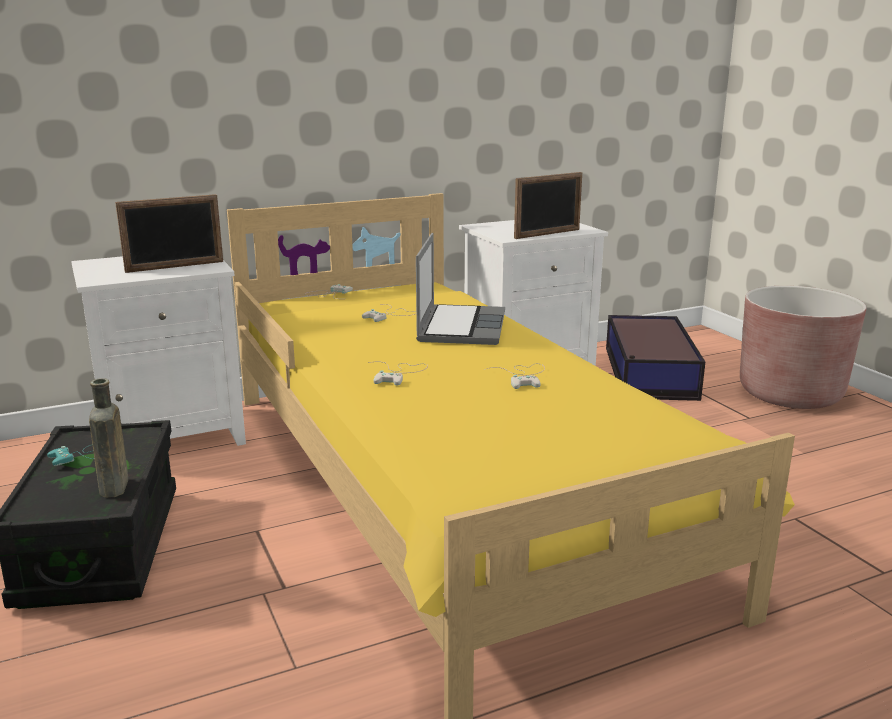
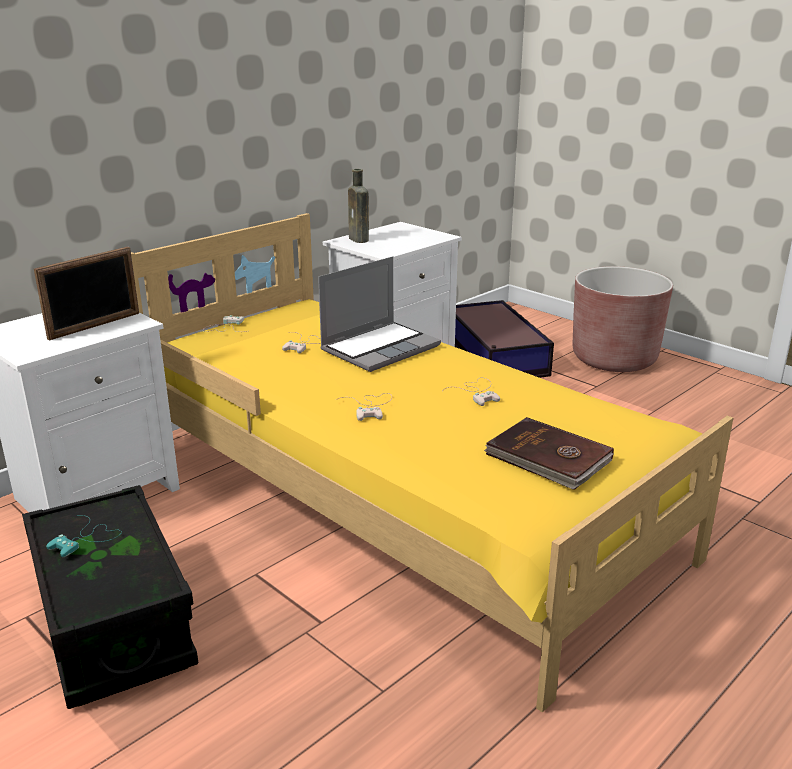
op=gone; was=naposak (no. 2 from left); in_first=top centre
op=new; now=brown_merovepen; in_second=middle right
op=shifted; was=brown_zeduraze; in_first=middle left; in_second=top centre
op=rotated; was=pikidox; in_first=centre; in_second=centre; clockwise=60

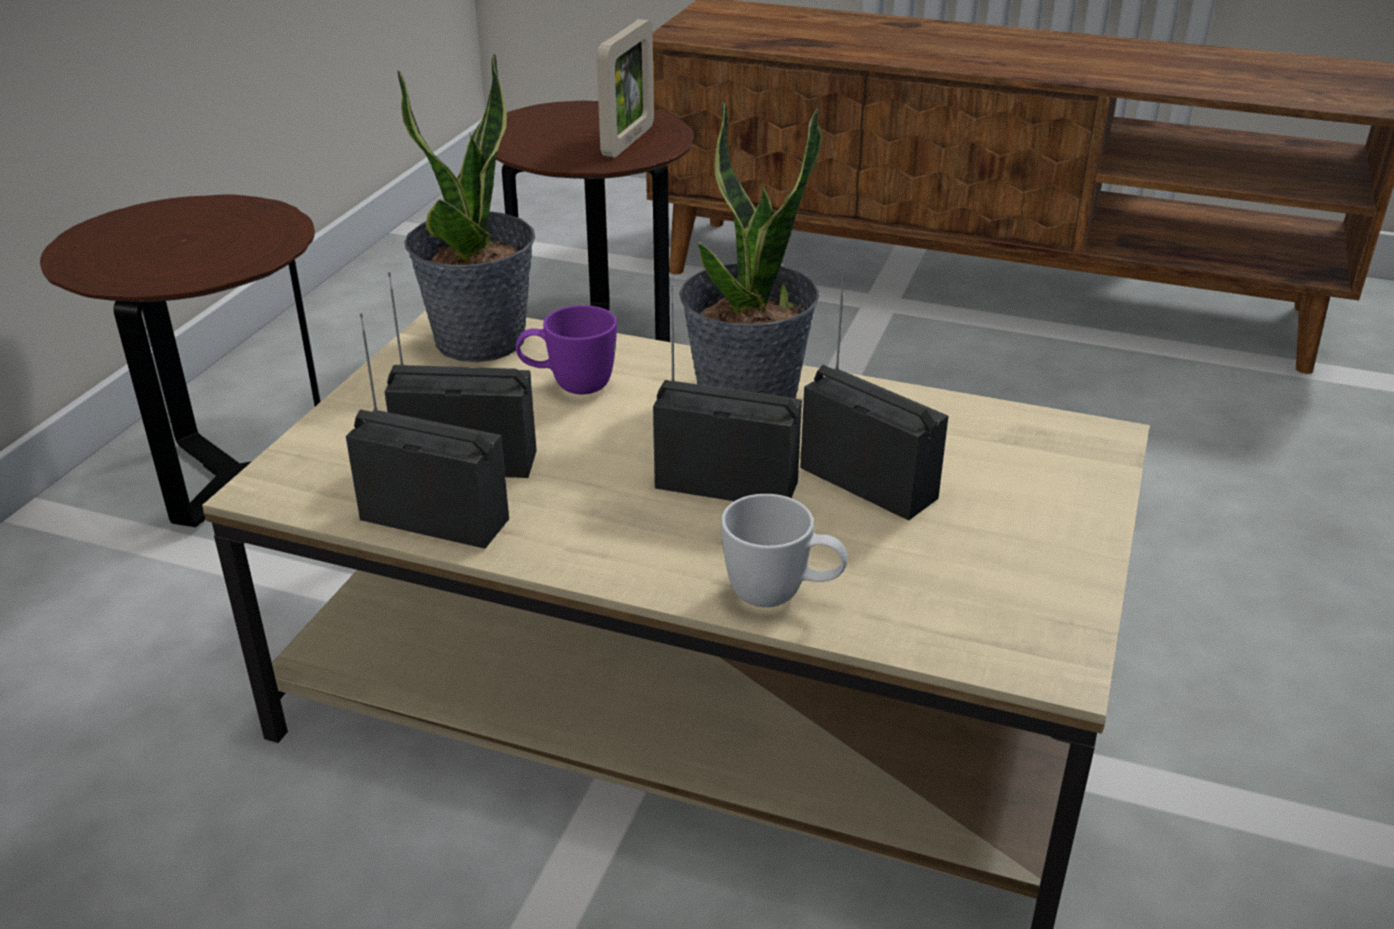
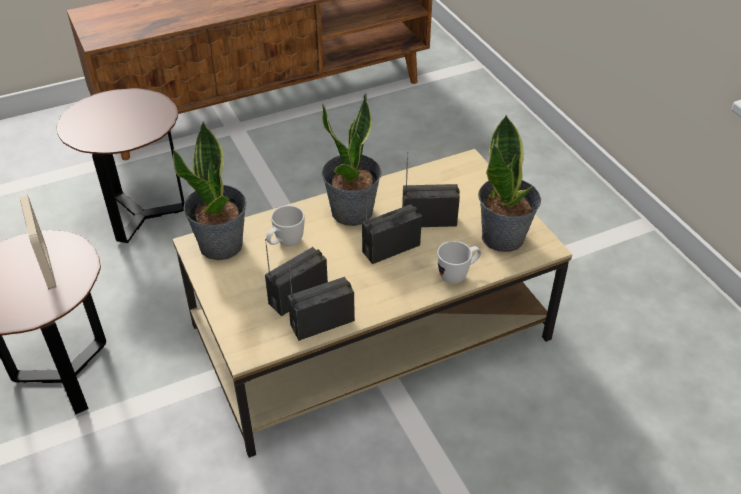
op=new; now=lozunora (no. 3 from left); in_second=middle right
op=shifted; was=naposak; in_first=top centre; in_second=middle left
op=repainted; was=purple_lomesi; now=white_lomesi (no. 1 from left); in_first=centre; in_second=centre

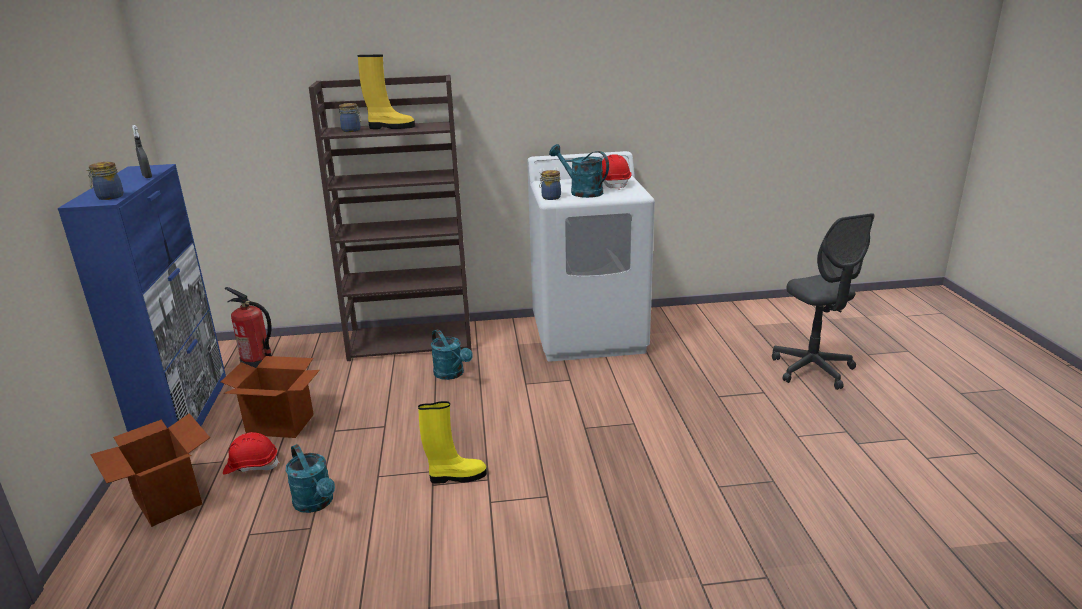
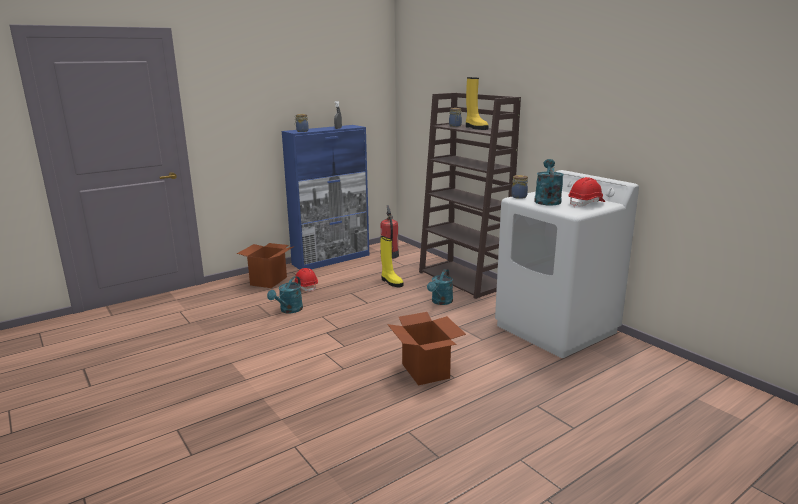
op=gone; was=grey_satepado; in_first=middle right
op=shifted; was=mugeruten (no. 2 from left); in_first=middle left; in_second=bottom centre
op=shifted; was=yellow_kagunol (no. 2 from left in the first image); now=yellow_kagunol (no. 1 from left); in_first=bottom centre; in_second=centre

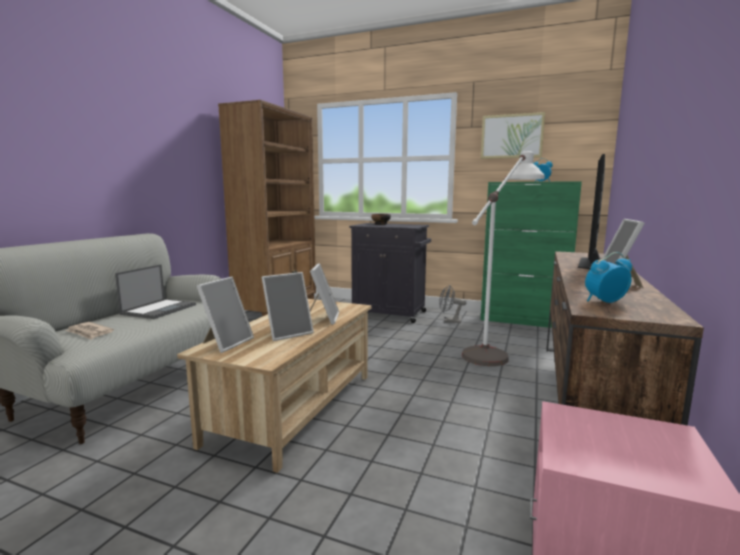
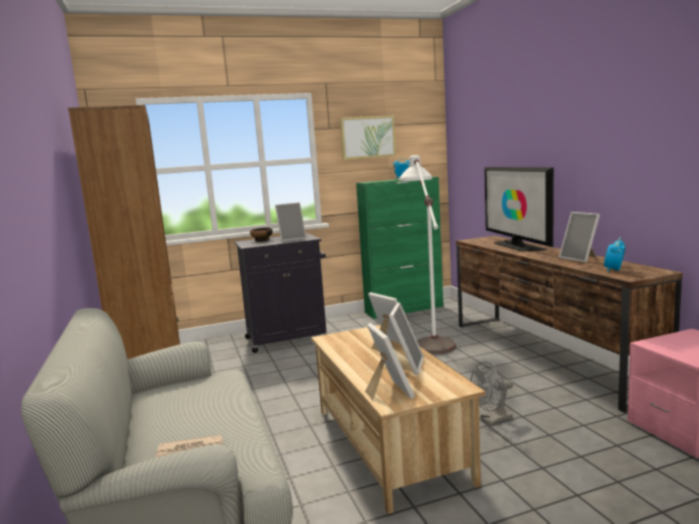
op=gone; was=pikidox; in_first=middle left
op=new; now=naposak (no. 1 from left); in_second=centre
op=shifted; was=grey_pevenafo; in_first=centre; in_second=bottom right

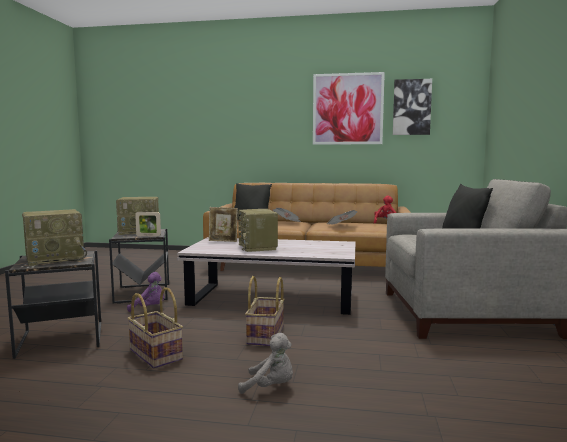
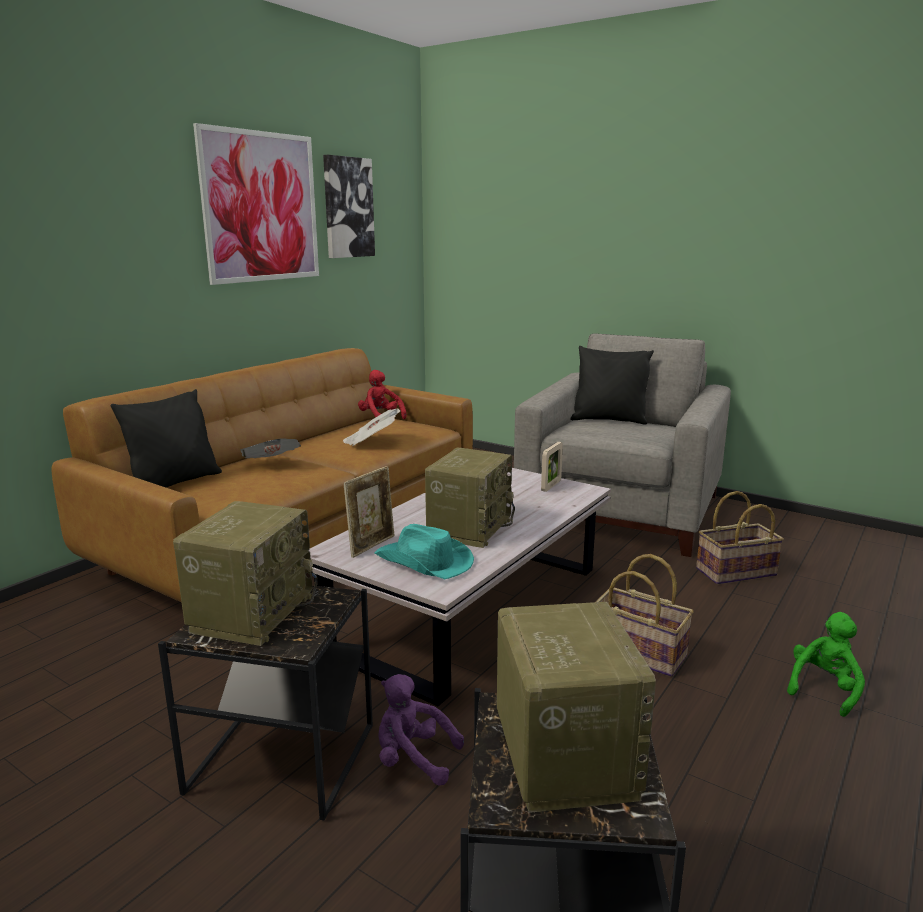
op=new; now=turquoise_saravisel; in_second=centre
op=shifted; was=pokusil (no. 1 from left in the first image); now=pokusil (no. 2 from left); in_first=bottom left; in_second=middle right
op=shifted; was=naposak (no. 1 from left in the first image); now=naposak (no. 2 from left); in_first=middle left; in_second=centre
op=repainted; was=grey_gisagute; now=green_gisagute; in_first=bottom centre; in_second=bottom right
op=rotated; was=purple_gisagute; in_first=middle left; in_second=bottom centre; clockwise=-105
op=rotated; was=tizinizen (no. 3 from left in the first image); in_first=centre; in_second=centre; clockwise=-75

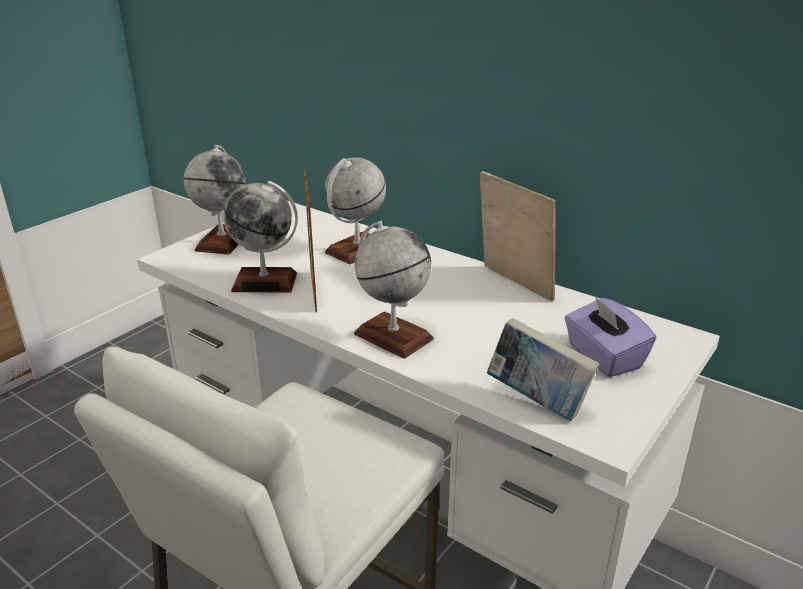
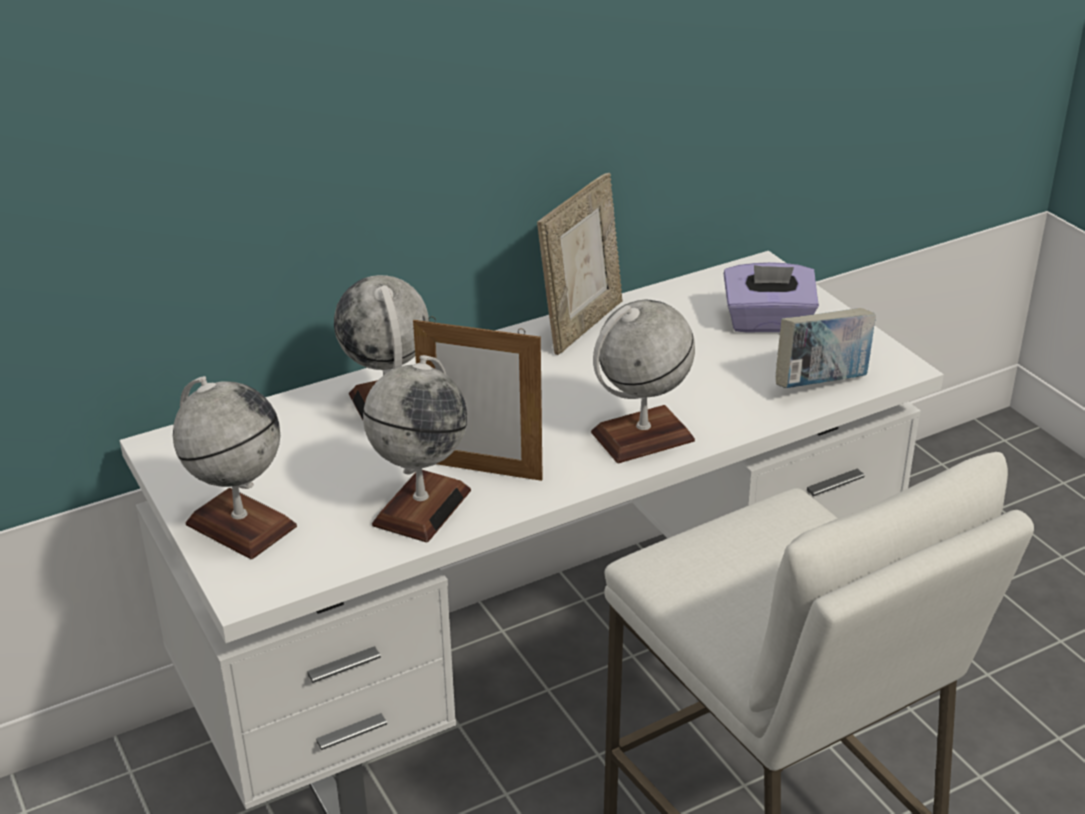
op=rotated; was=naposak (no. 2 from left); in_first=centre; in_second=top centre; clockwise=135

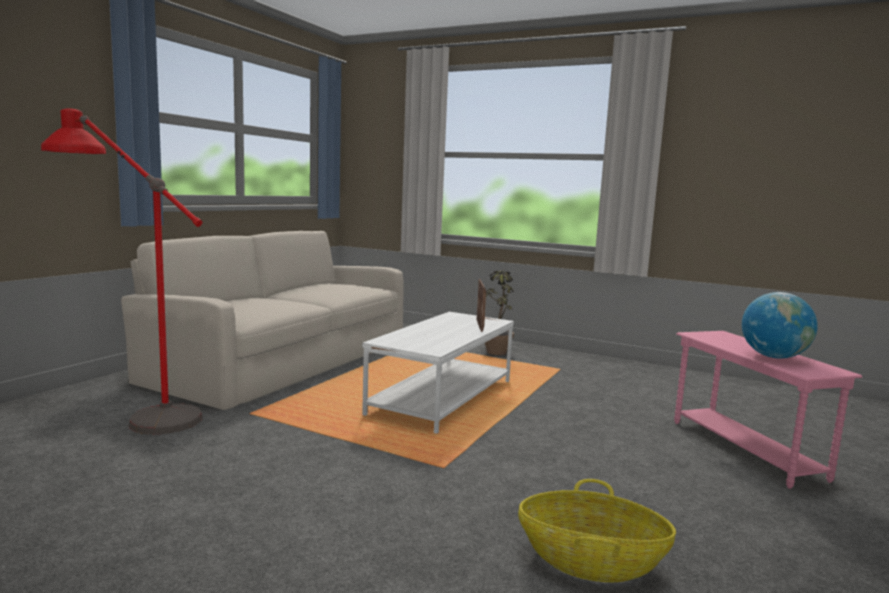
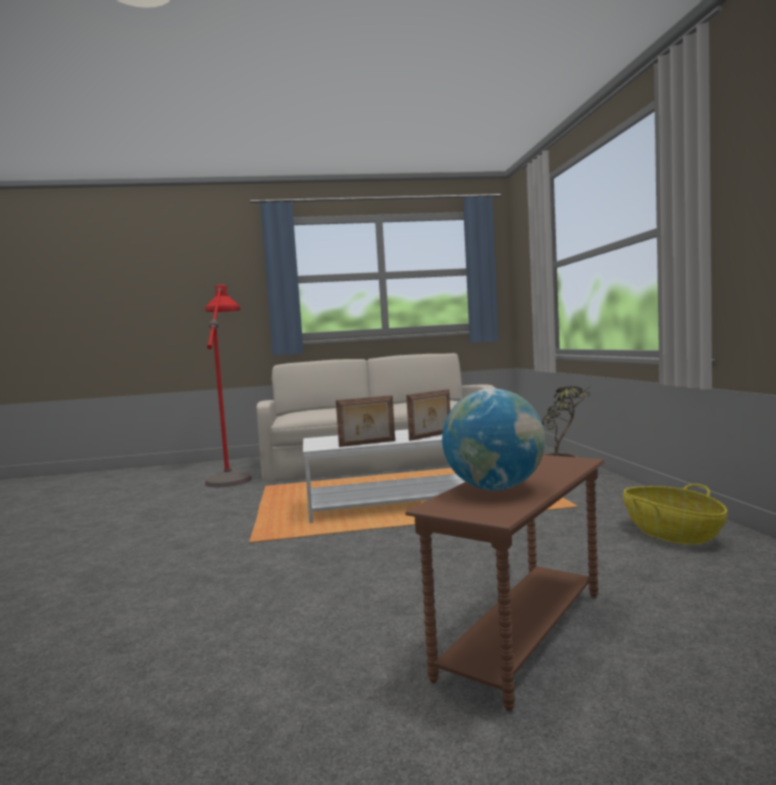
op=new; now=naposak (no. 1 from left); in_second=centre
op=shifted; was=pokusil; in_first=bottom right; in_second=middle right
op=repainted; was=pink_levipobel; now=brown_levipobel; in_first=bottom right; in_second=bottom centre

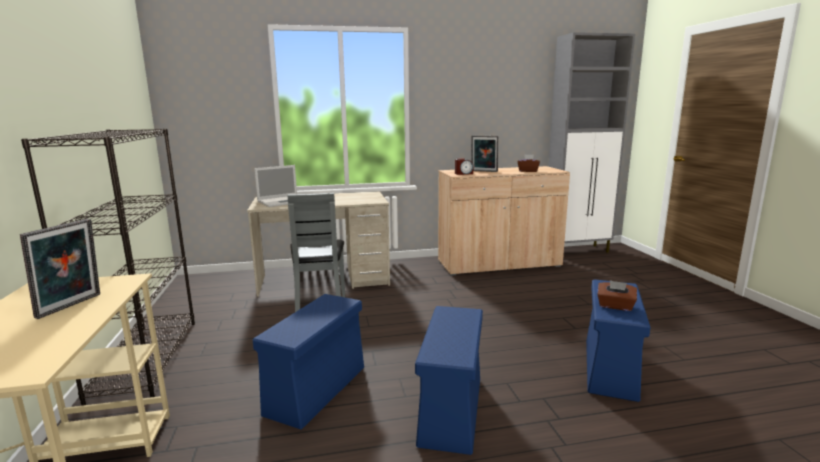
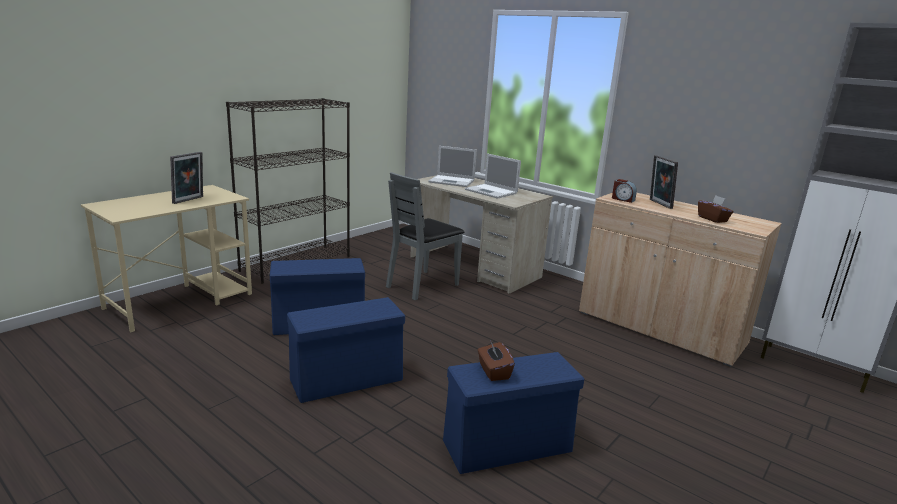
op=new; now=pikidox (no. 2 from left); in_second=centre
op=rotated; was=naposak (no. 1 from left); in_first=middle left; in_second=middle left; clockwise=-45

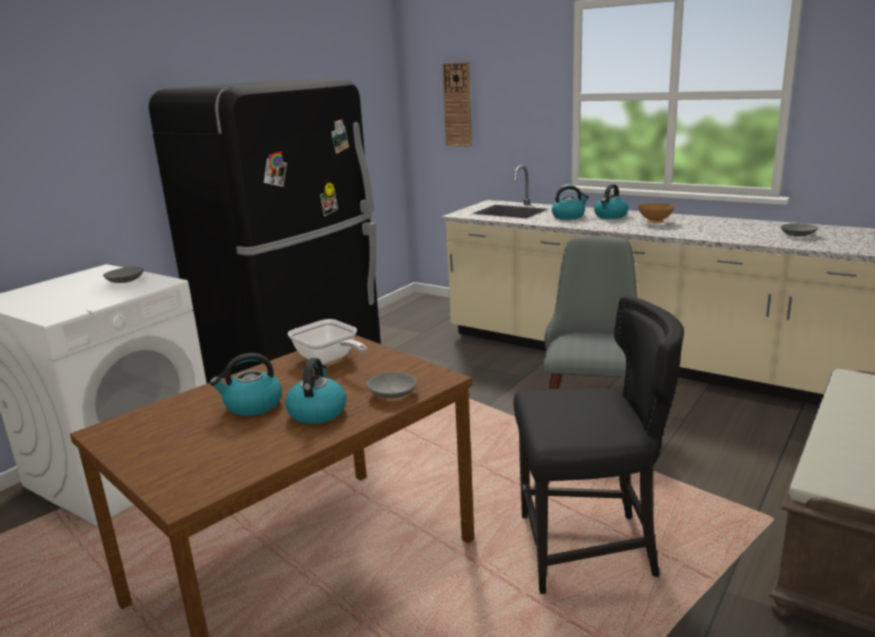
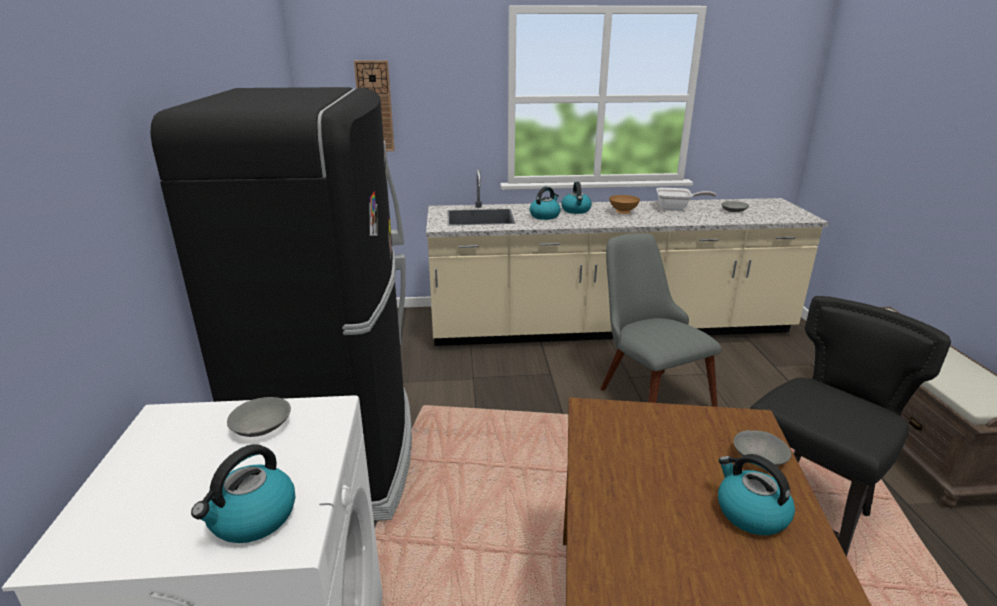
op=shifted; was=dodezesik (no. 1 from left); in_first=middle left; in_second=bottom left
op=shifted; was=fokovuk; in_first=centre; in_second=top right

